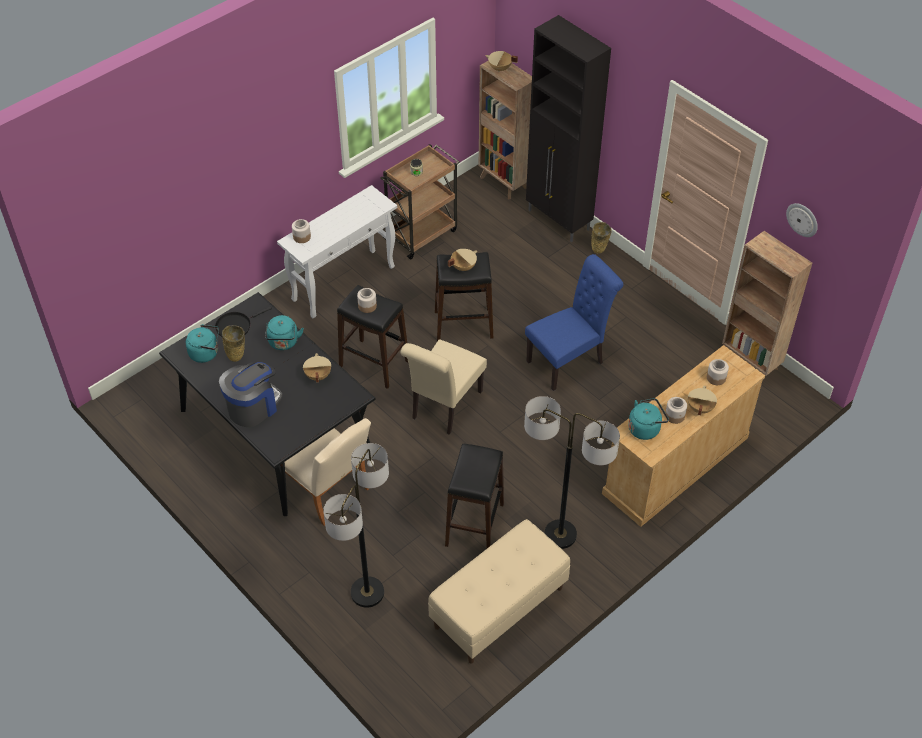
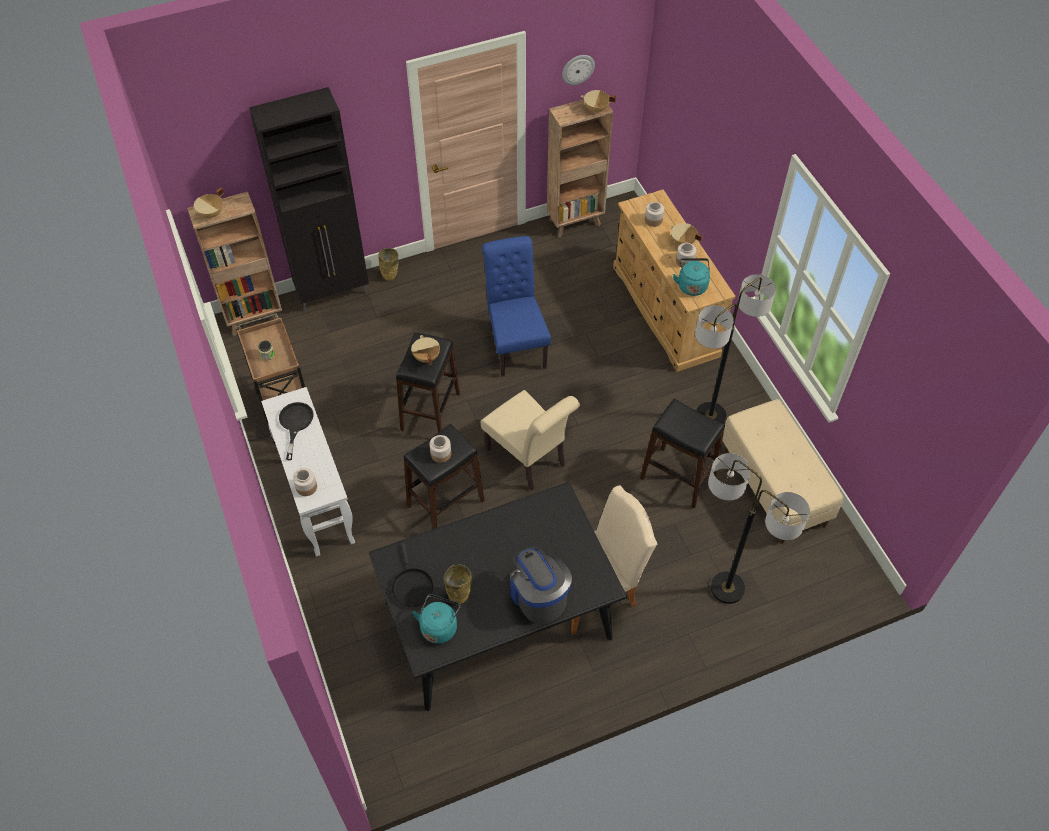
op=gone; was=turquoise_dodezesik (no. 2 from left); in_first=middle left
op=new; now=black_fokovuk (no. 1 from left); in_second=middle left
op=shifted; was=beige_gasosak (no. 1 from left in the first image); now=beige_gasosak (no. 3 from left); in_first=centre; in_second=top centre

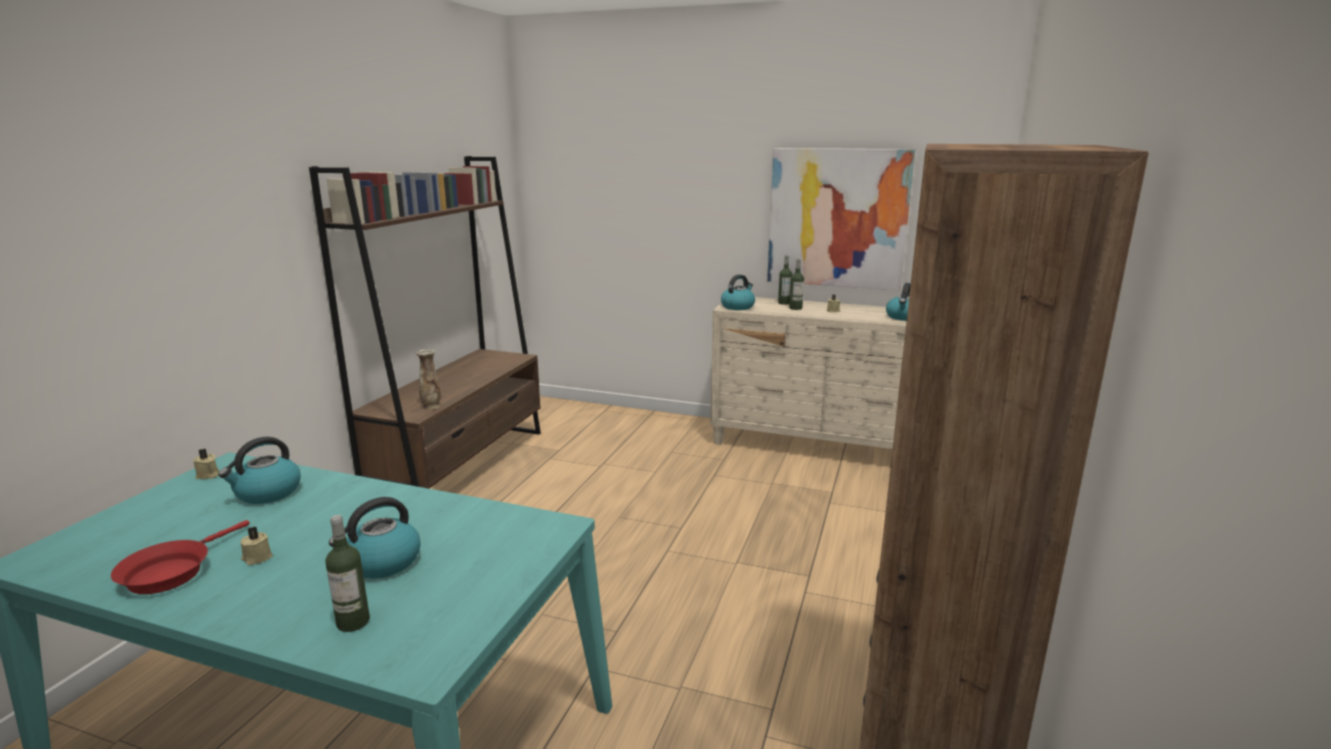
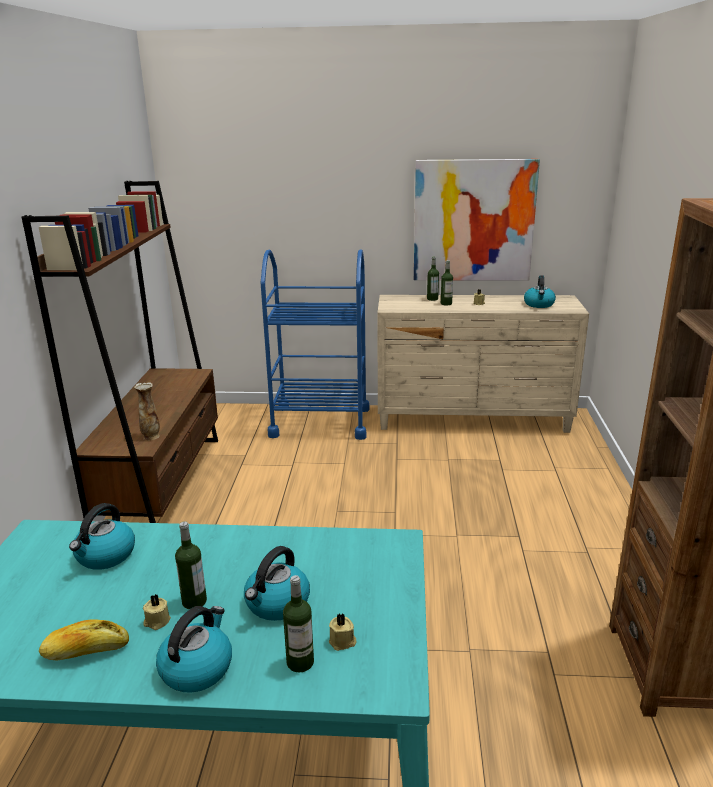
op=new; now=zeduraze (no. 1 from left); in_second=bottom left
op=new; now=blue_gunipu; in_second=centre
op=shifted; was=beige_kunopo (no. 1 from left in the first image); now=beige_kunopo (no. 2 from left); in_first=middle left; in_second=bottom centre
op=shifted; was=dodezesik (no. 3 from left in the first image); now=dodezesik (no. 2 from left); in_first=centre; in_second=bottom left
op=swapped; was=red_fokovuk; now=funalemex; in_first=bottom left; in_second=bottom left

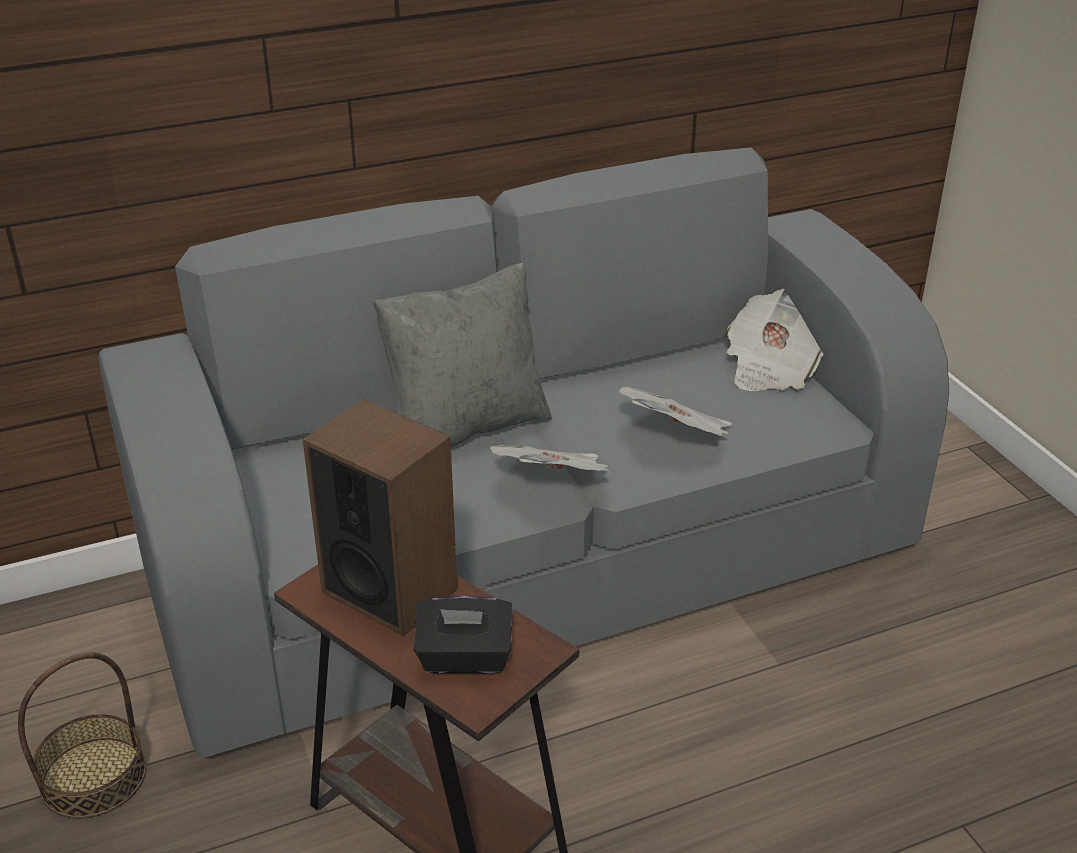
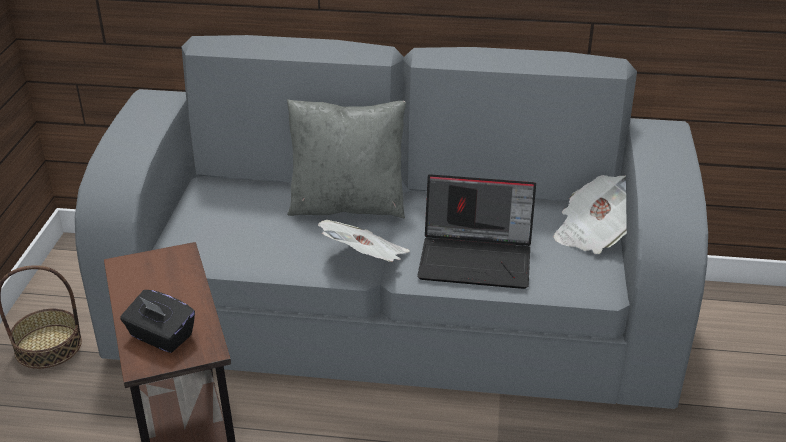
op=gone; was=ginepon; in_first=centre
op=swapped; was=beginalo (no. 2 from left); now=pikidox; in_first=centre; in_second=centre

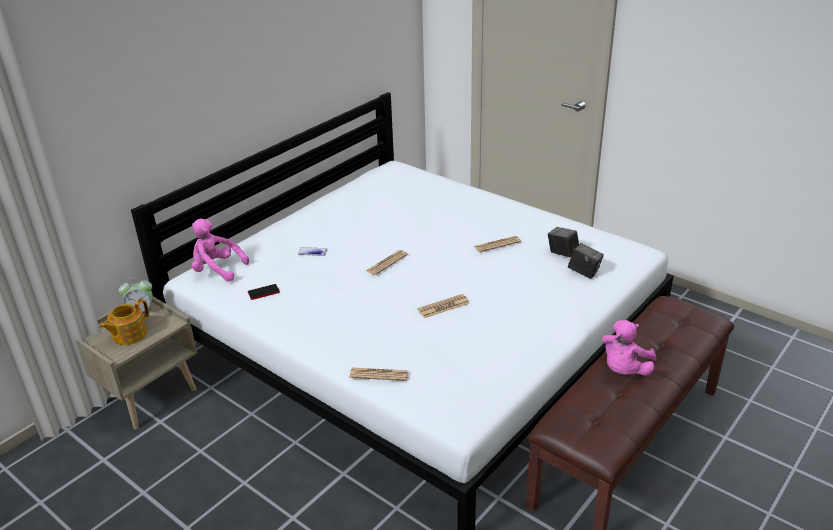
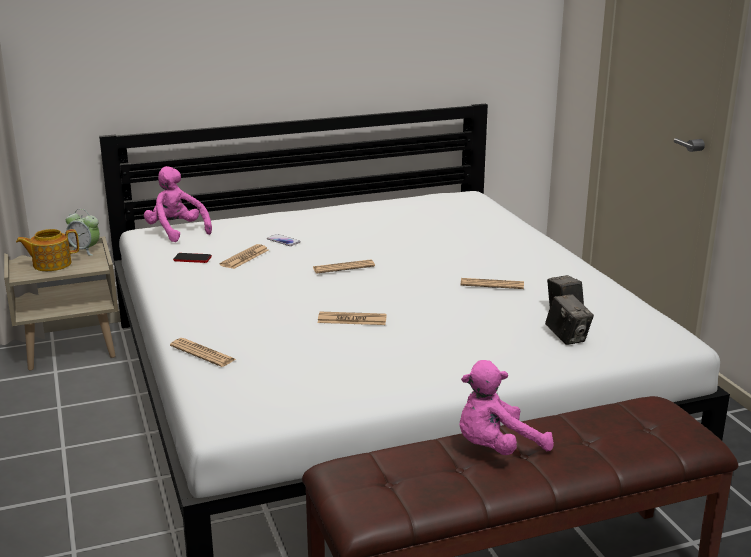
op=new; now=beginalo (no. 2 from left); in_second=middle left

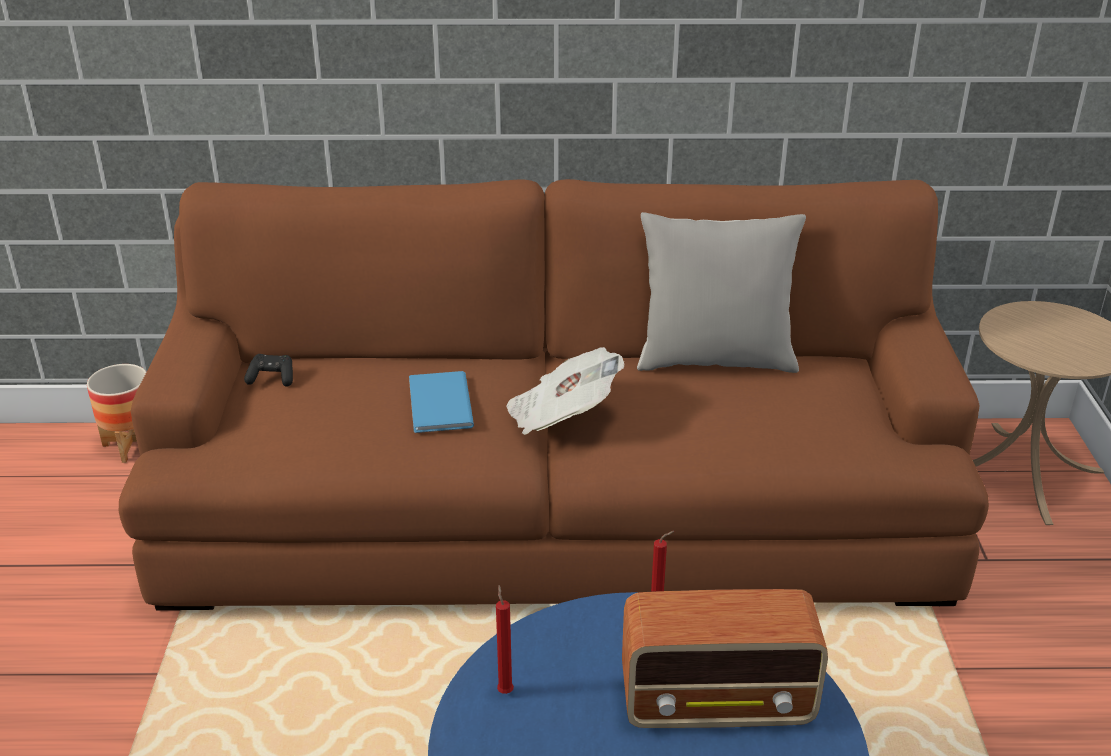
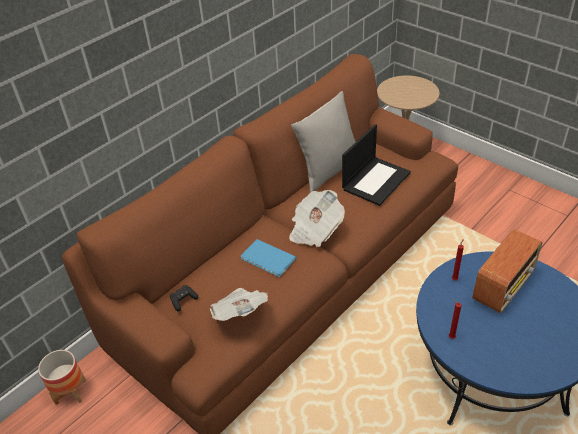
op=new; now=beginalo (no. 1 from left); in_second=bottom centre
op=new; now=pikidox; in_second=centre

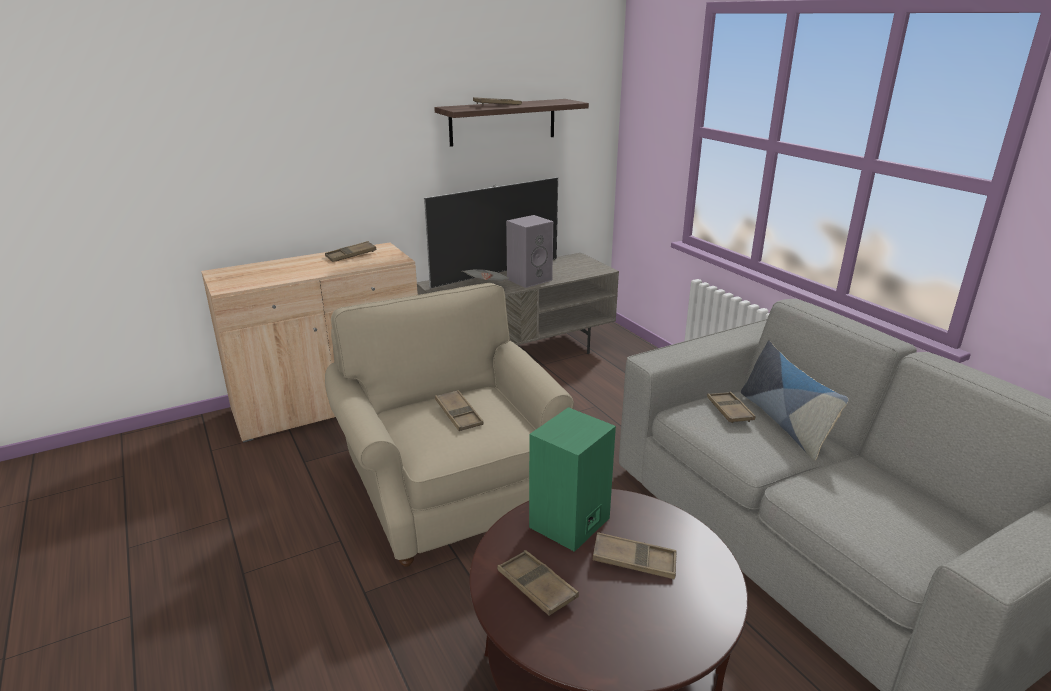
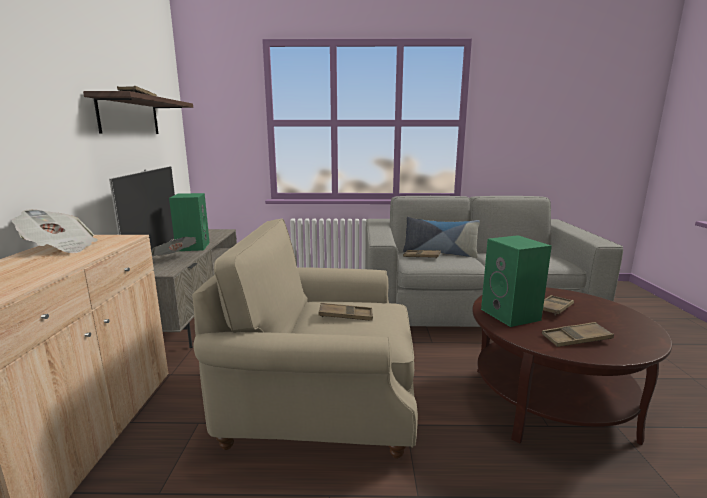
op=swapped; was=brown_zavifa (no. 1 from left); now=beginalo (no. 1 from left); in_first=centre; in_second=middle left
op=repainted; was=grey_ginepon; now=green_ginepon (no. 1 from left); in_first=centre; in_second=middle left

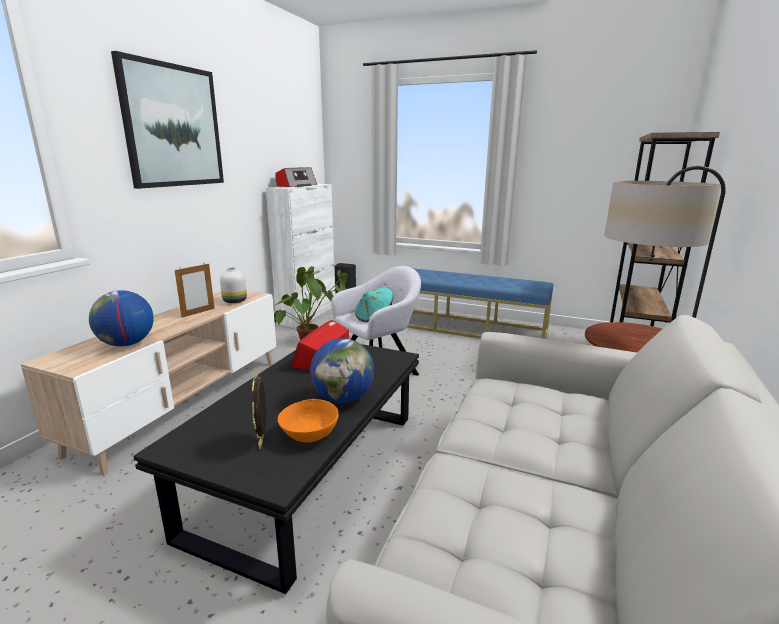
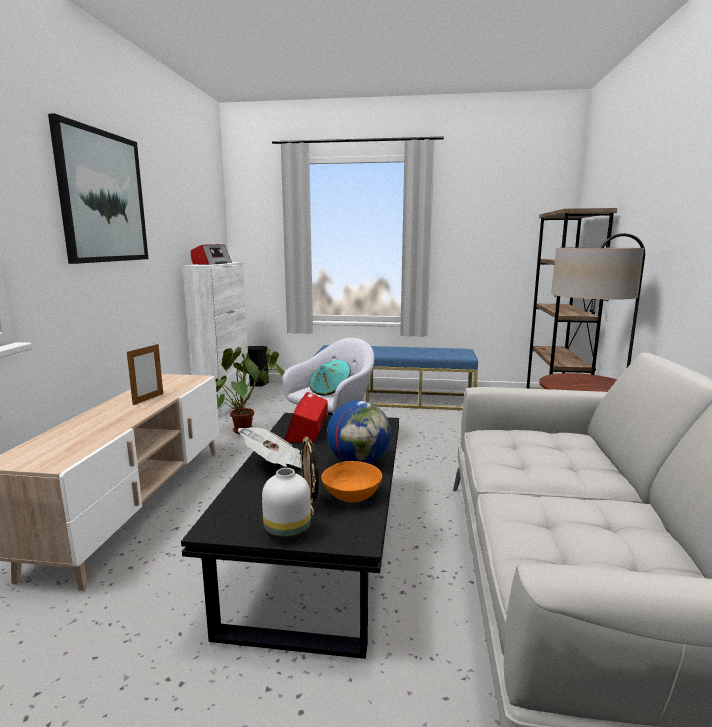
op=gone; was=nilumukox (no. 1 from left); in_first=middle left
op=new; now=beginalo; in_second=centre
op=shifted; was=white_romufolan; in_first=middle left; in_second=bottom centre

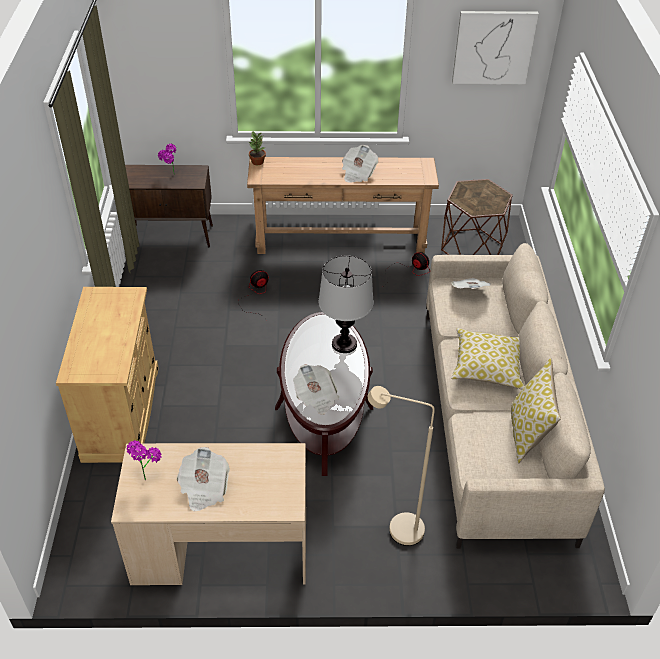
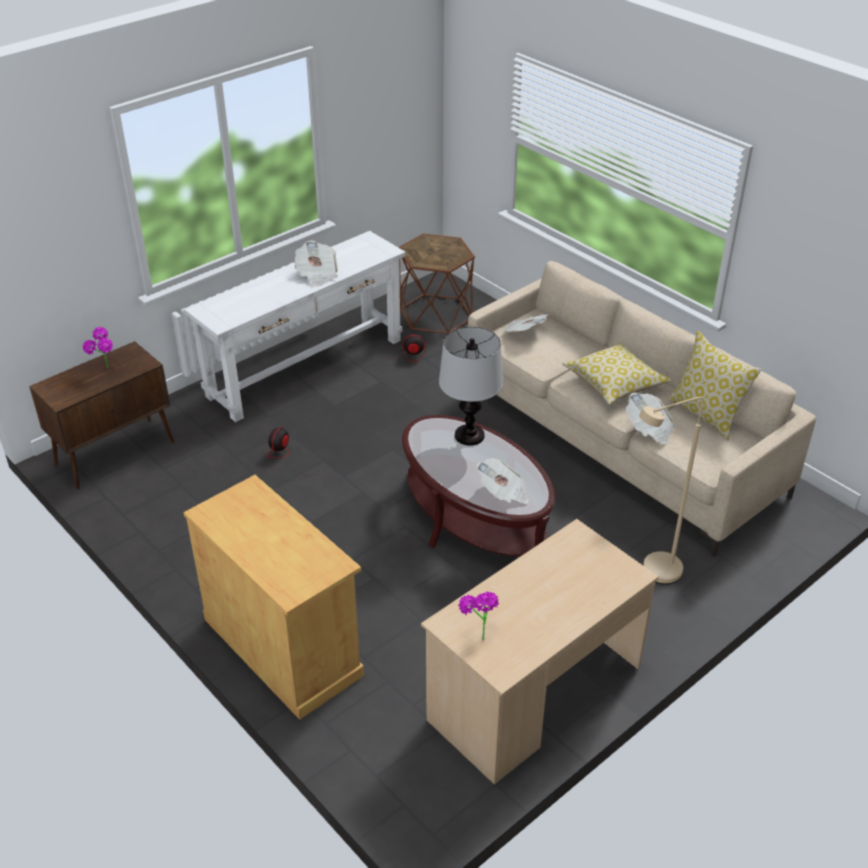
op=gone; was=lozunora (no. 3 from left); in_first=top centre
op=gone; was=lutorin; in_first=top right
op=shifted; was=beginalo (no. 1 from left in the first image); now=beginalo (no. 4 from left); in_first=bottom left; in_second=middle right
op=repainted; was=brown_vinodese; now=white_vinodese; in_first=top centre; in_second=centre

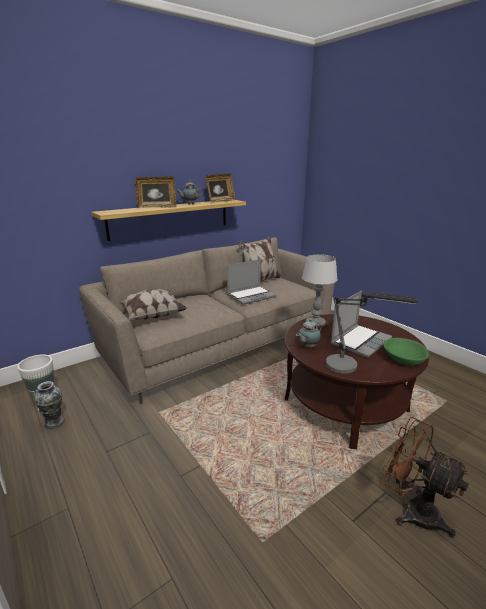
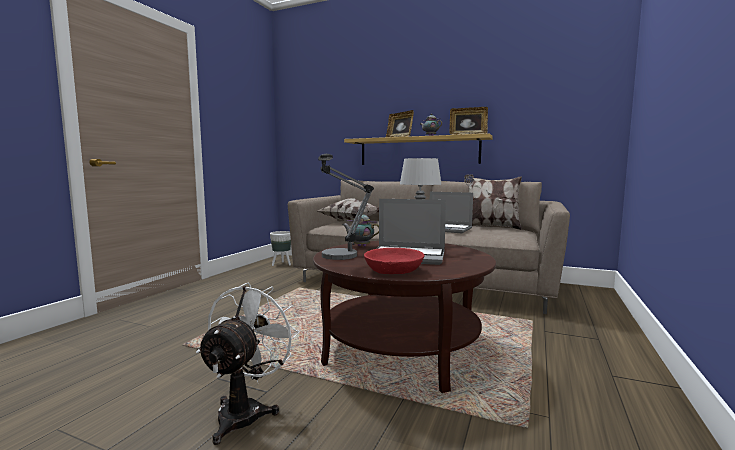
op=gone; was=romufolan; in_first=middle left
op=repainted; was=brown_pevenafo; now=white_pevenafo; in_first=bottom right; in_second=bottom centre
op=repainted; was=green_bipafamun; now=red_bipafamun; in_first=middle right; in_second=centre

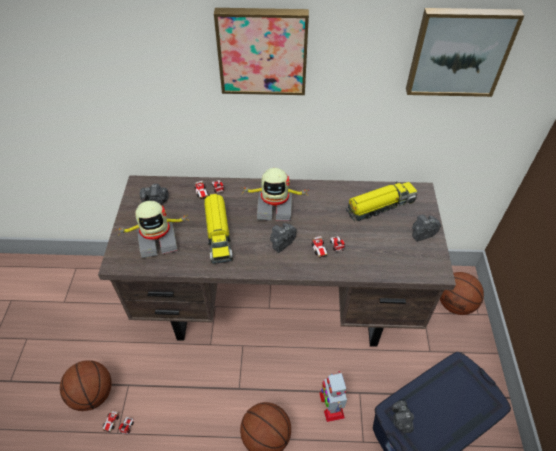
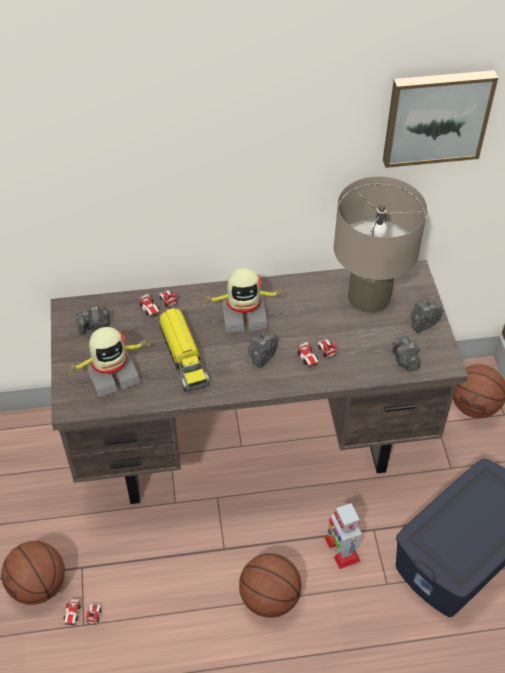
op=gone; was=lutorin (no. 1 from left); in_first=top centre
op=shifted; was=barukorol (no. 3 from left); in_first=bottom right; in_second=middle right
op=swapped; was=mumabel (no. 2 from left); now=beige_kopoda; in_first=middle right; in_second=middle right

